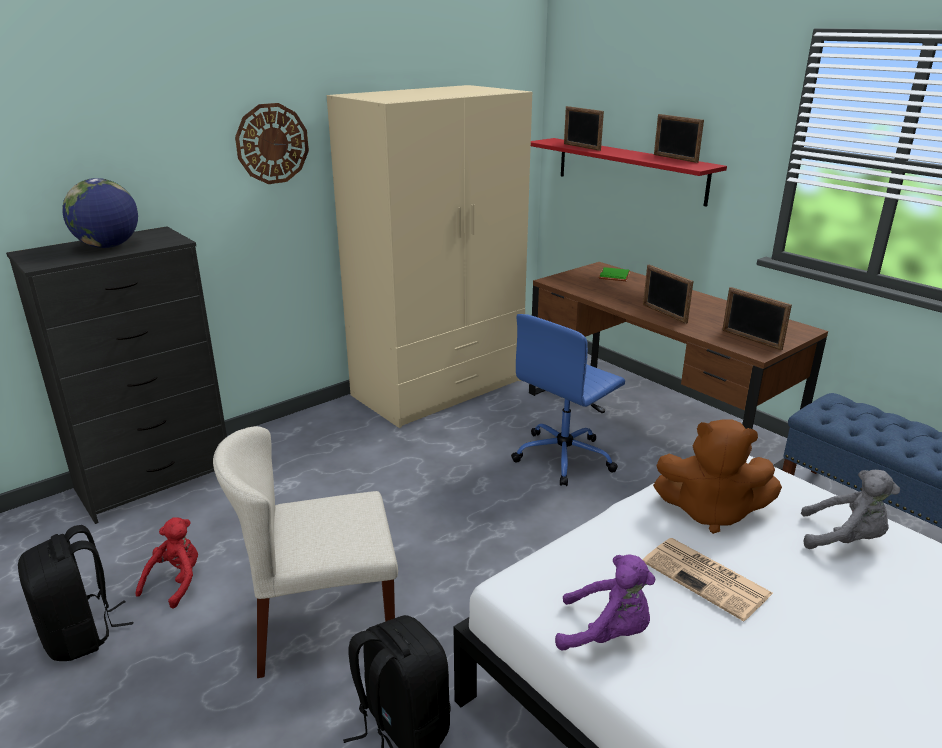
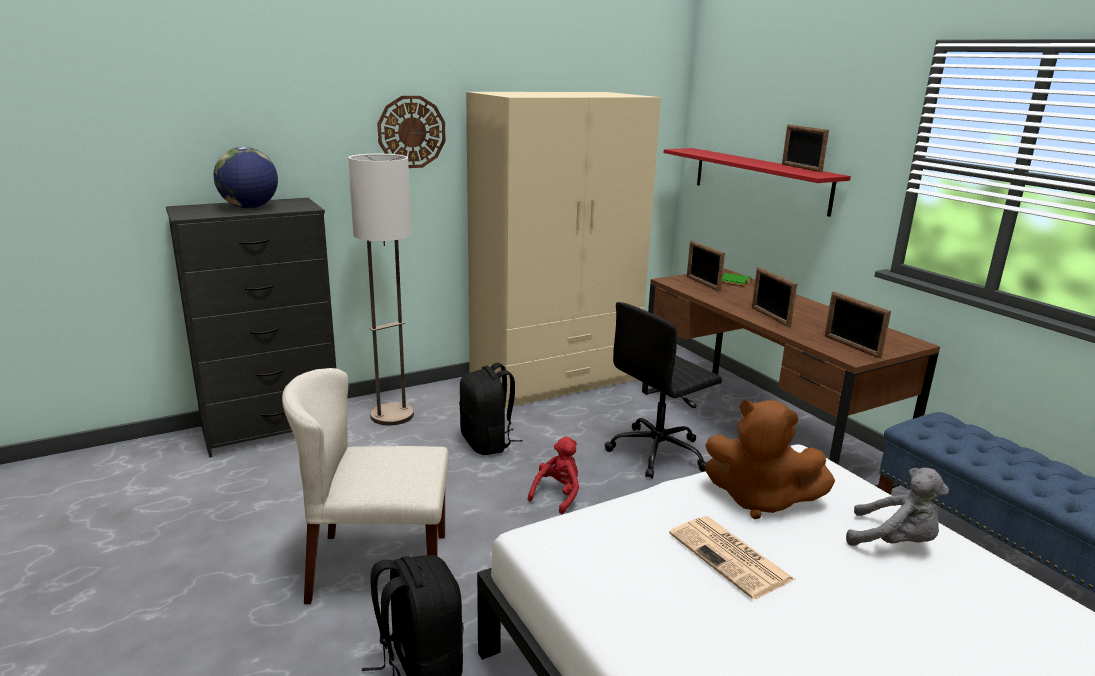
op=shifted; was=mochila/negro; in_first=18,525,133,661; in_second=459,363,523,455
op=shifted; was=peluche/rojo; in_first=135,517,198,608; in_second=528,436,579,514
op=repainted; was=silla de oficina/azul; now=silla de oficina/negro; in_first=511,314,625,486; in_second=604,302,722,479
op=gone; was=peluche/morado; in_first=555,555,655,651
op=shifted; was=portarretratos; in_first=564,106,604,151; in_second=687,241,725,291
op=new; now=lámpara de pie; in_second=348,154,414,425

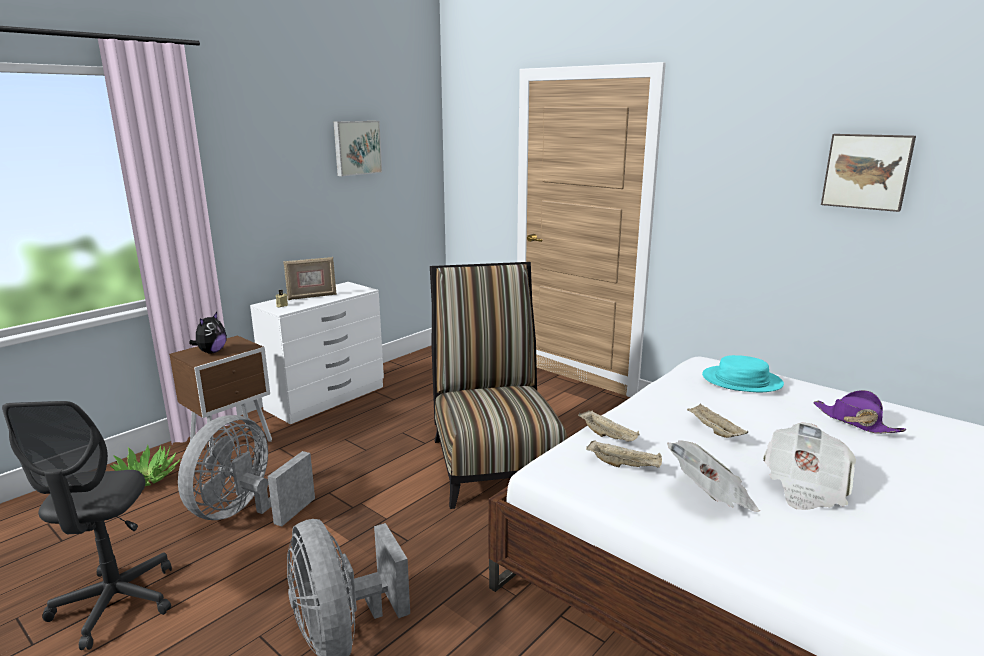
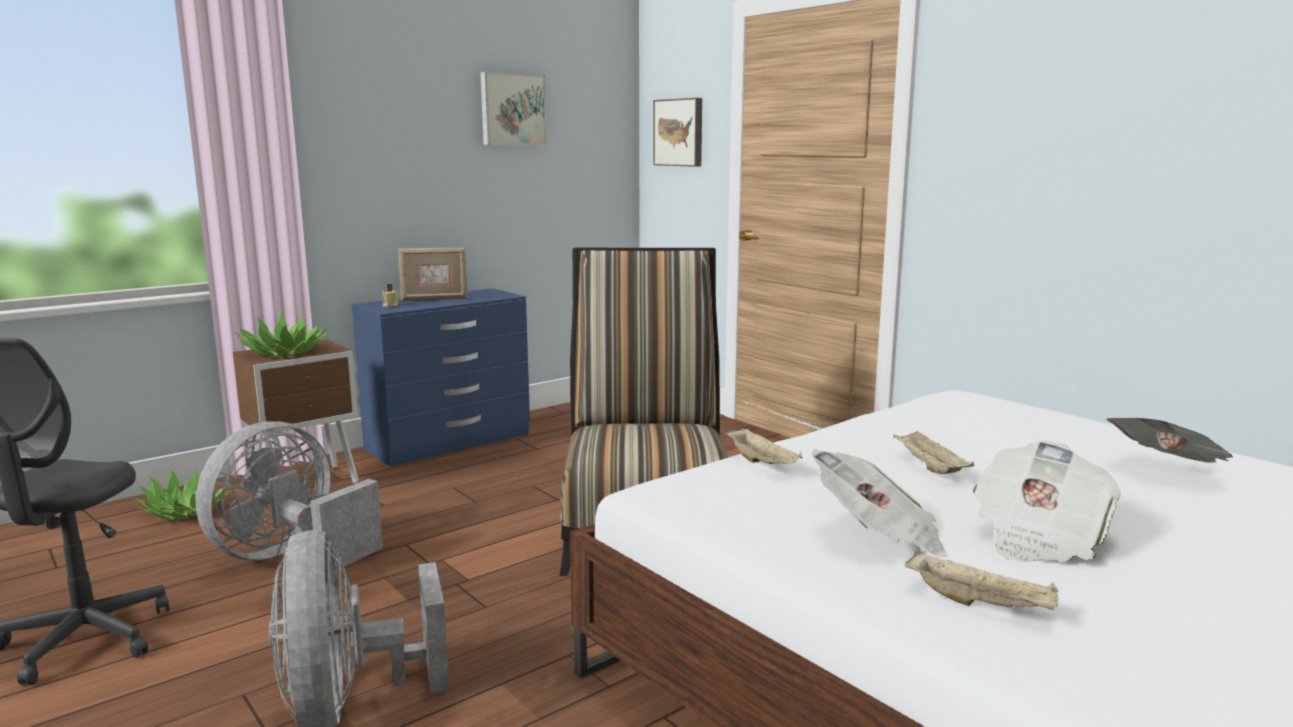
op=swapped; was=peluche; now=planta en maceta; in_first=189,312,227,354; in_second=234,313,328,356
op=repainted; was=cómoda/blanco; now=cómoda/azul; in_first=250,282,384,424; in_second=352,288,530,467
op=shifted; was=bandeja/beis; in_first=586,440,662,468; in_second=904,551,1059,610
op=gone; was=sombrero/turquesa; in_first=702,355,784,392
op=swapped; was=sombrero/morado; now=periódico; in_first=814,390,906,434; in_second=1106,418,1232,462
op=shifted; was=cuadro; in_first=821,134,916,212; in_second=653,98,702,167

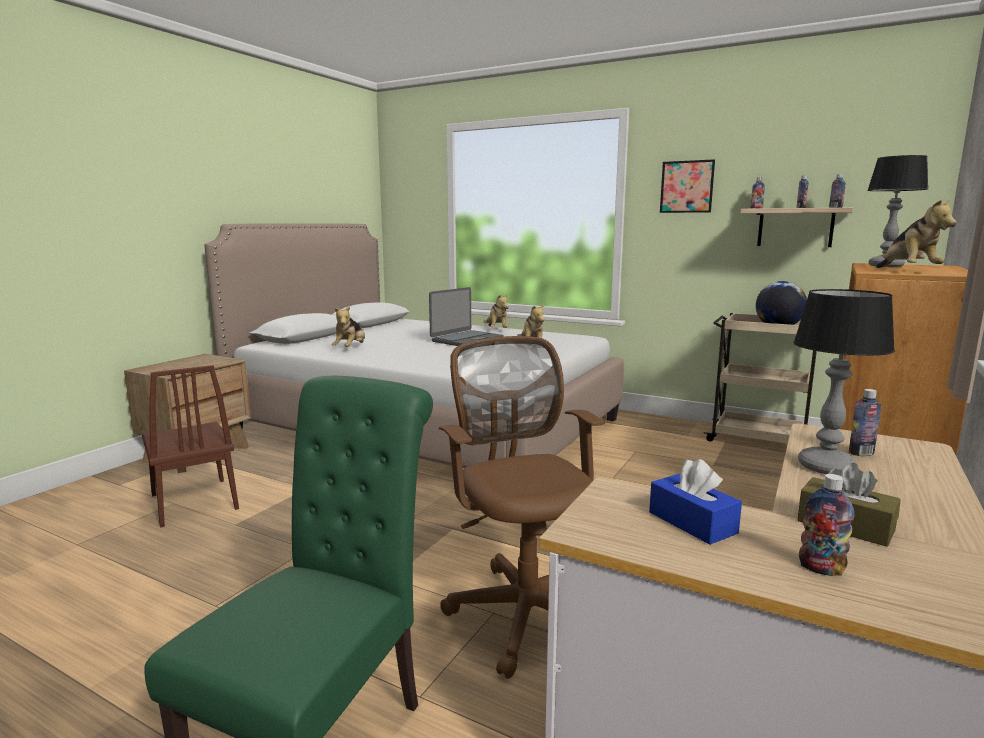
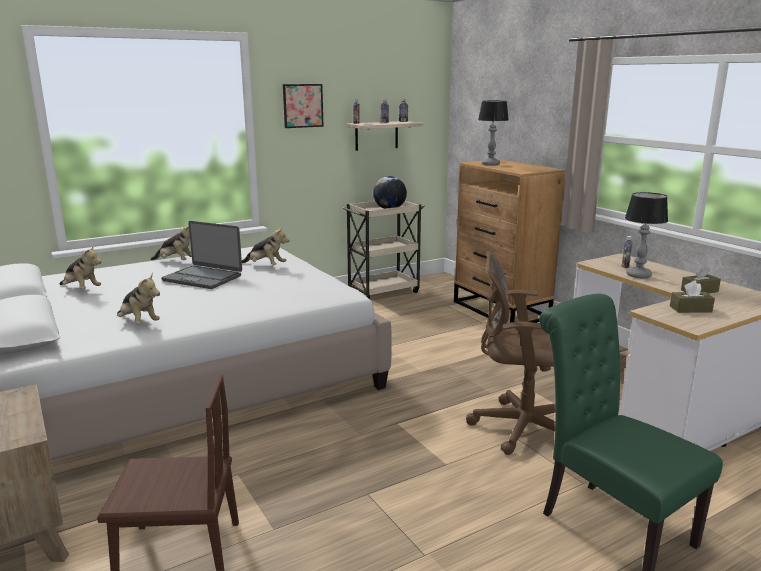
op=rotated; was=portátil; in_first=429,287,504,346; in_second=161,221,242,289; clockwise=135
op=repainted; was=caja de pañuelos/azul; now=caja de pañuelos/marrón; in_first=649,459,742,545; in_second=670,281,715,313
op=gone; was=botella; in_first=799,474,854,576
op=shifted; was=peluche; in_first=876,198,957,268; in_second=60,245,101,289

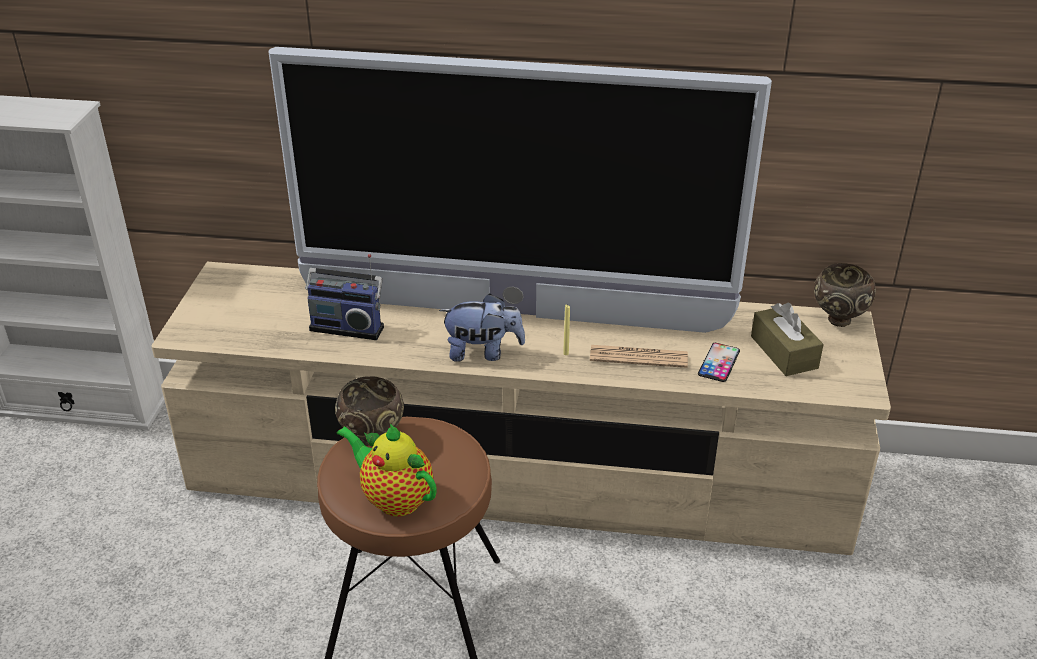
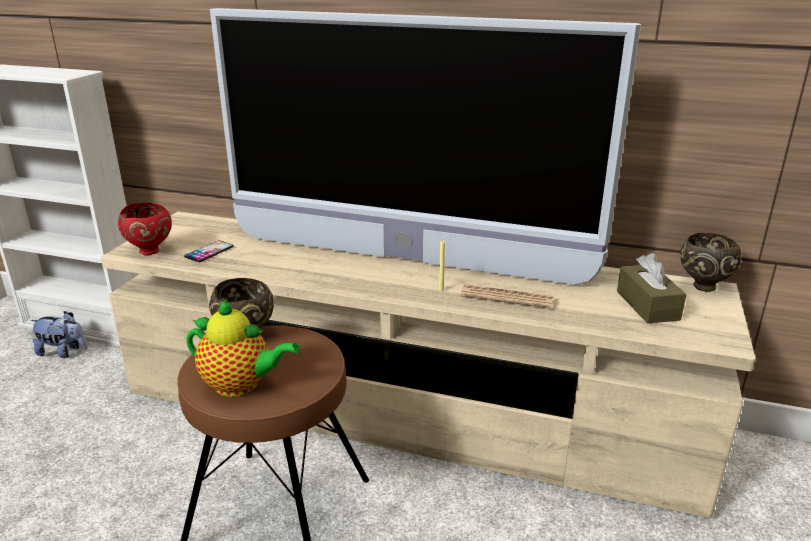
op=gone; was=radio; in_first=305,254,384,340
op=rotated; was=tetera; in_first=336,423,437,517; in_second=186,299,300,397; clockwise=150
op=shifted; was=peluche; in_first=439,294,525,362; in_second=30,312,87,358
op=shifted; was=móvil; in_first=698,343,740,382; in_second=184,240,234,262
op=new; now=cuenco/rojo; in_second=118,203,172,255

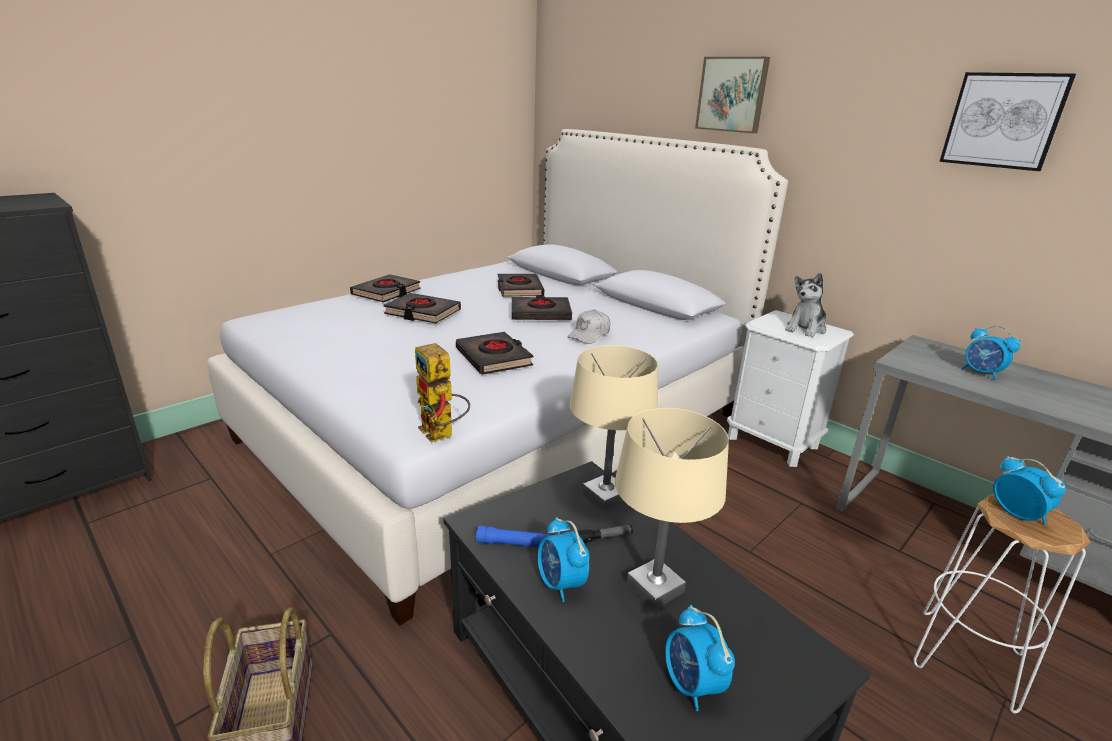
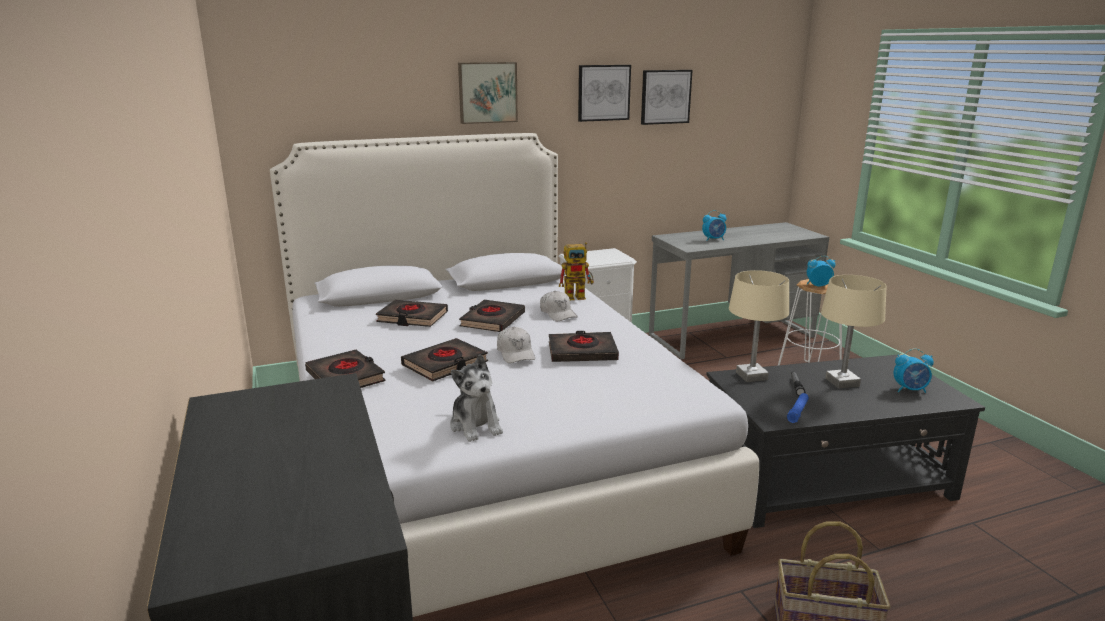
op=shifted; was=robot de juguete; in_first=415,343,470,443; in_second=559,242,594,300
op=gone; was=despertador; in_first=537,517,590,602
op=shifted; was=peluche; in_first=786,273,826,337; in_second=450,354,503,442
op=new; now=gorra/blanco; in_second=497,327,535,363
op=new; now=cuadro; in_second=578,65,631,122

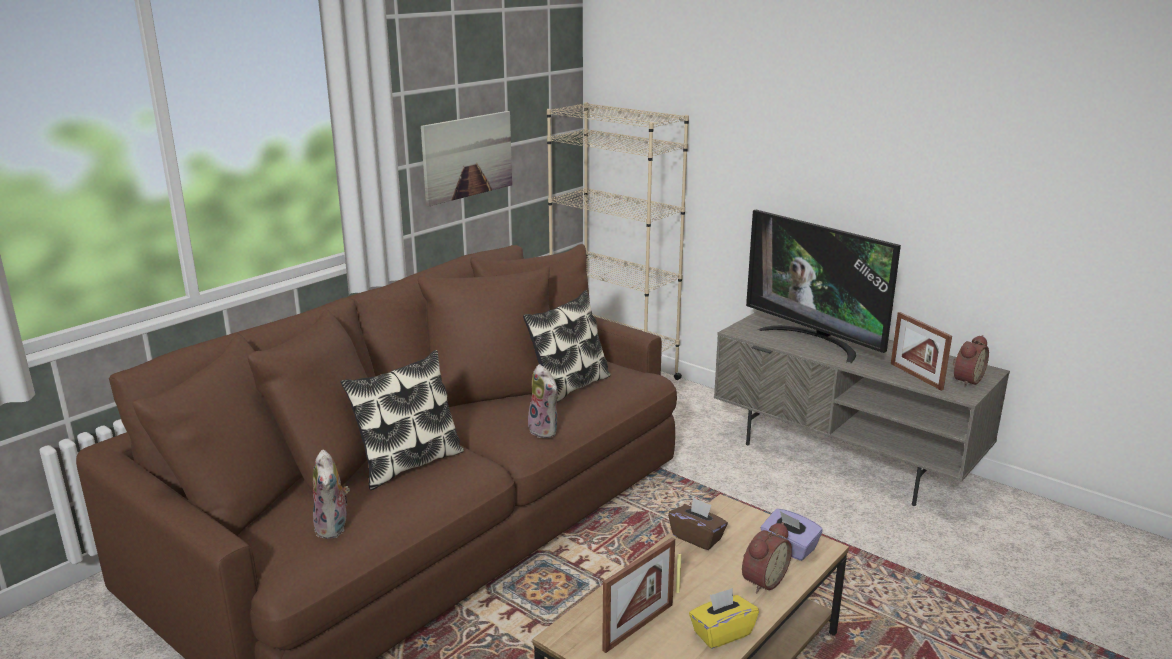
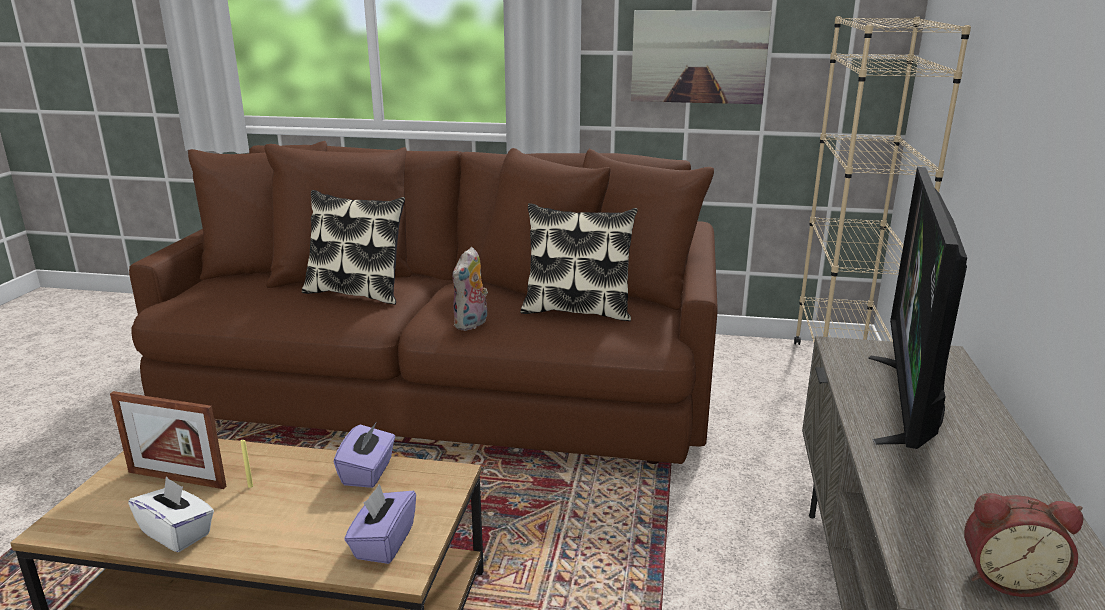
op=gone; was=peluche; in_first=313,450,350,539
op=repainted; was=caja de pañuelos/marrón; now=caja de pañuelos/morado; in_first=668,497,728,550; in_second=334,423,395,488
op=repainted; was=caja de pañuelos/amarillo; now=caja de pañuelos/blanco; in_first=689,588,759,649; in_second=128,476,214,552
op=gone; was=despertador; in_first=742,522,792,594
op=gone; was=portarretratos; in_first=891,312,952,391

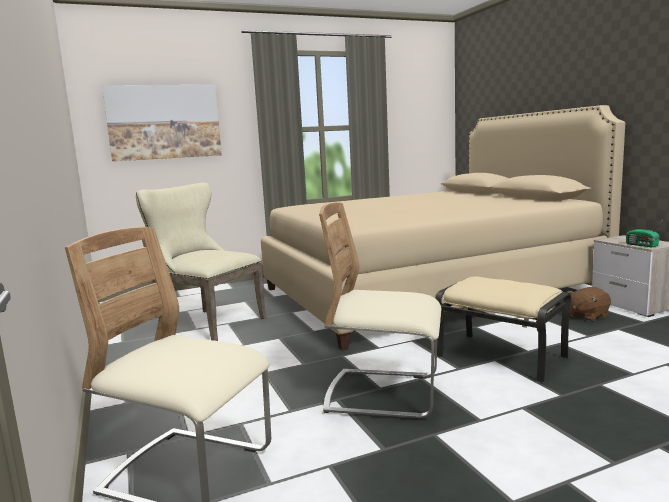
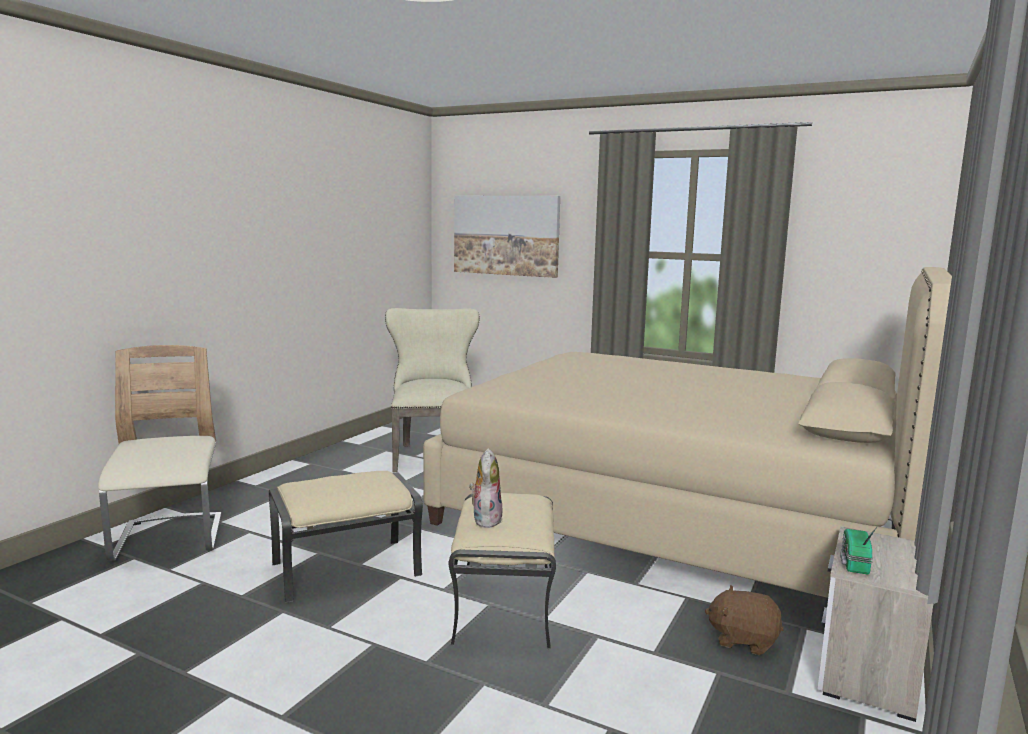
op=swapped; was=silla/beis; now=puf/beis; in_first=319,203,441,420; in_second=269,471,423,603
op=new; now=peluche; in_second=469,448,503,528

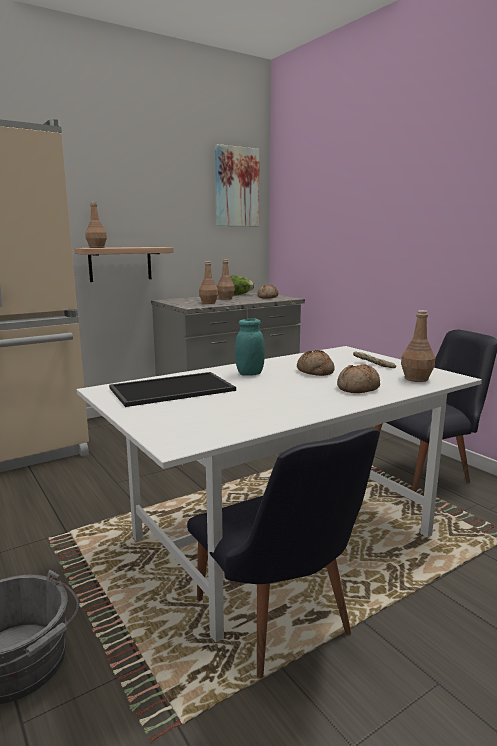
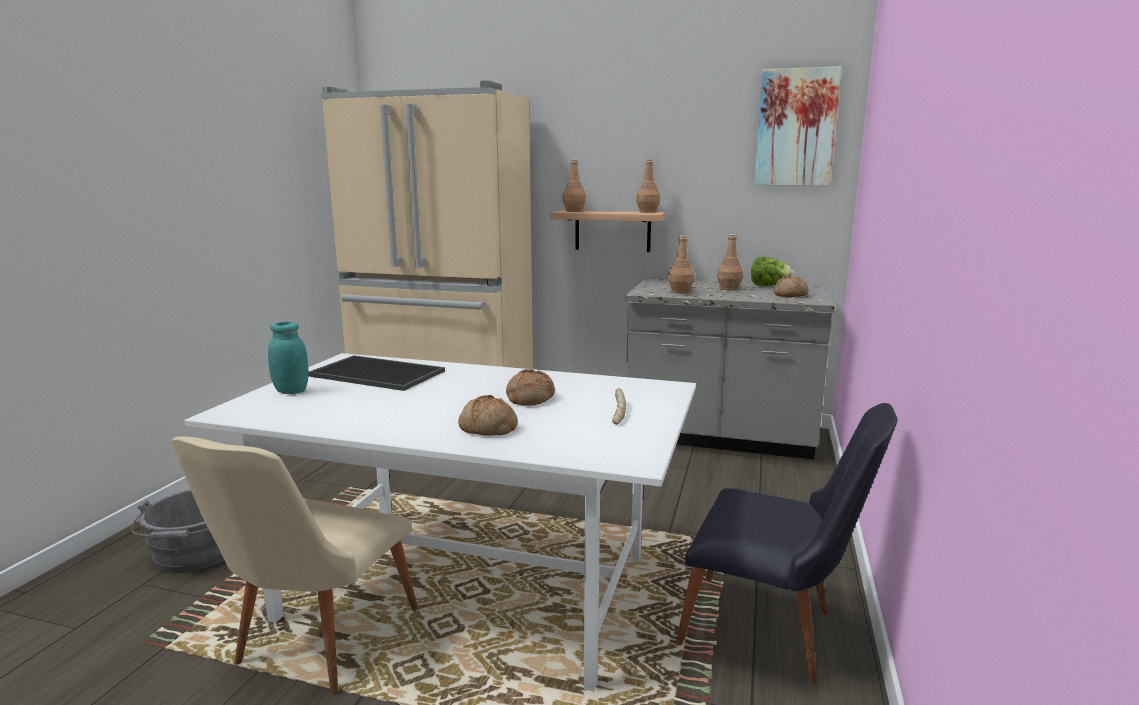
op=repainted; was=silla/negro; now=silla/beis; in_first=187,428,380,680; in_second=171,436,418,695
op=shifted; was=tarro/turquesa; in_first=235,318,265,376; in_second=268,322,309,394
op=shifted; was=botella/marrón; in_first=401,310,435,382; in_second=636,159,660,213

